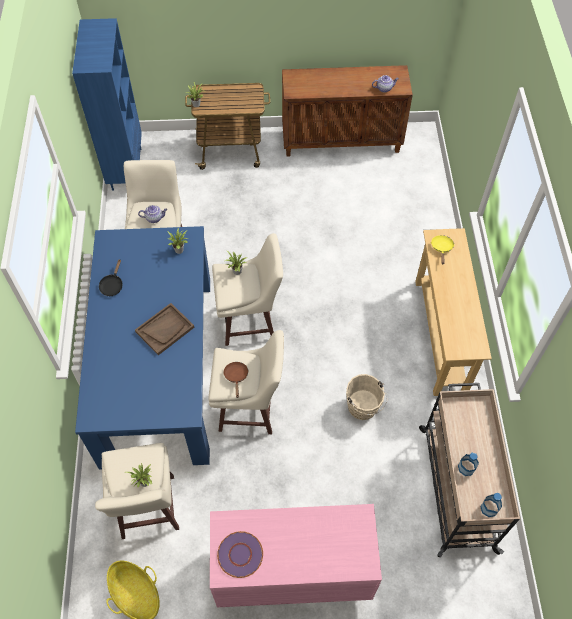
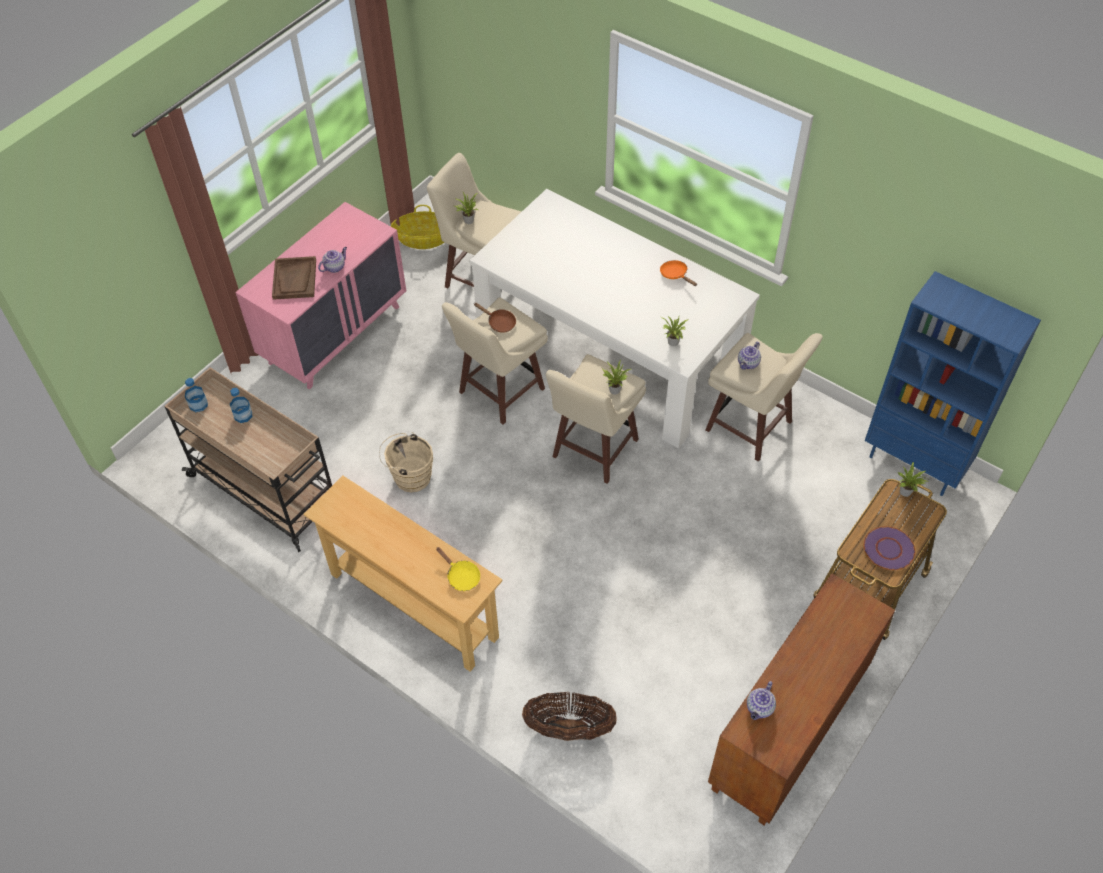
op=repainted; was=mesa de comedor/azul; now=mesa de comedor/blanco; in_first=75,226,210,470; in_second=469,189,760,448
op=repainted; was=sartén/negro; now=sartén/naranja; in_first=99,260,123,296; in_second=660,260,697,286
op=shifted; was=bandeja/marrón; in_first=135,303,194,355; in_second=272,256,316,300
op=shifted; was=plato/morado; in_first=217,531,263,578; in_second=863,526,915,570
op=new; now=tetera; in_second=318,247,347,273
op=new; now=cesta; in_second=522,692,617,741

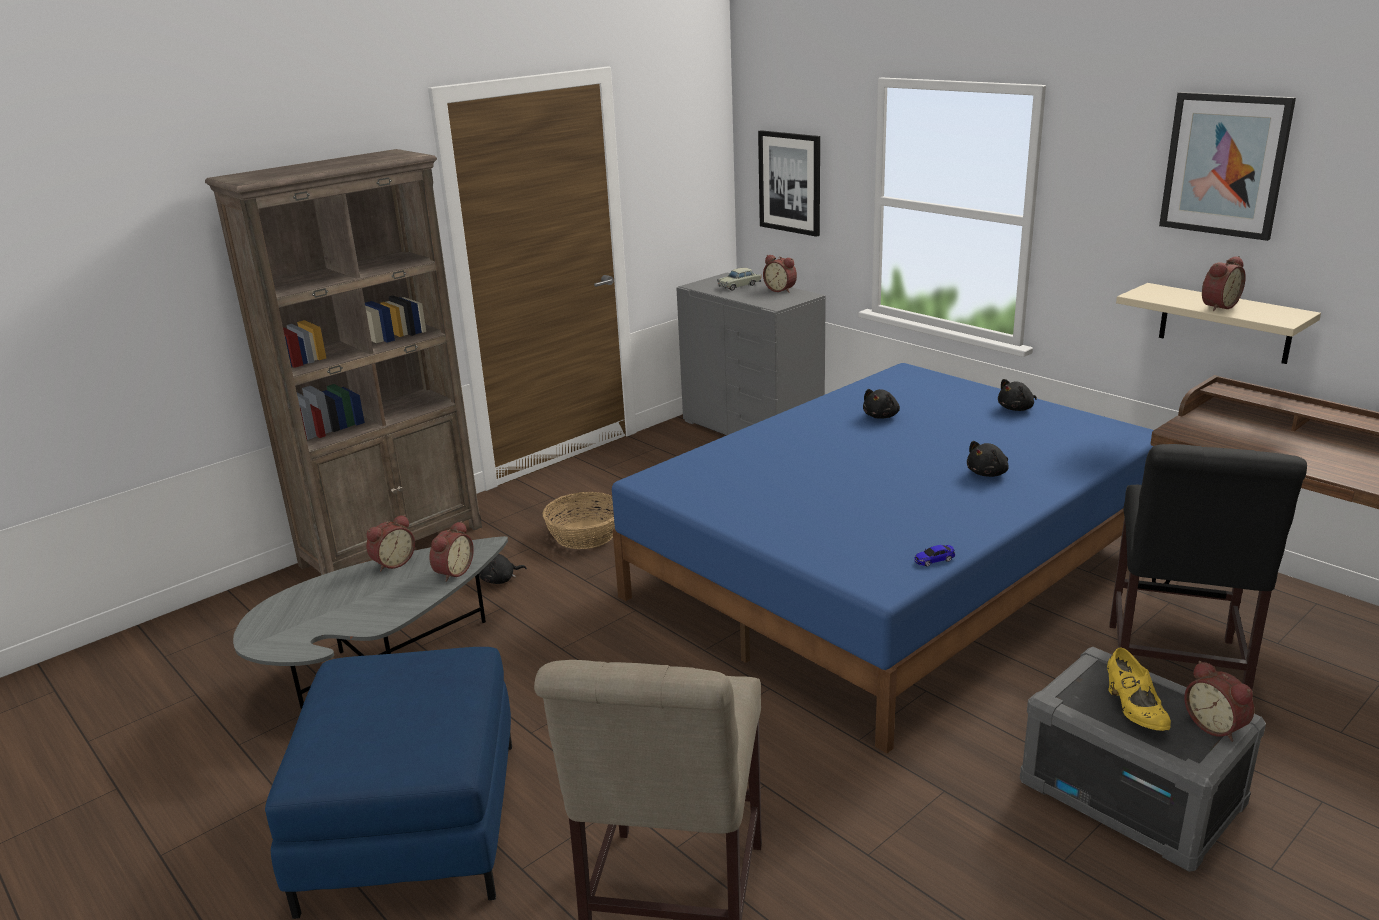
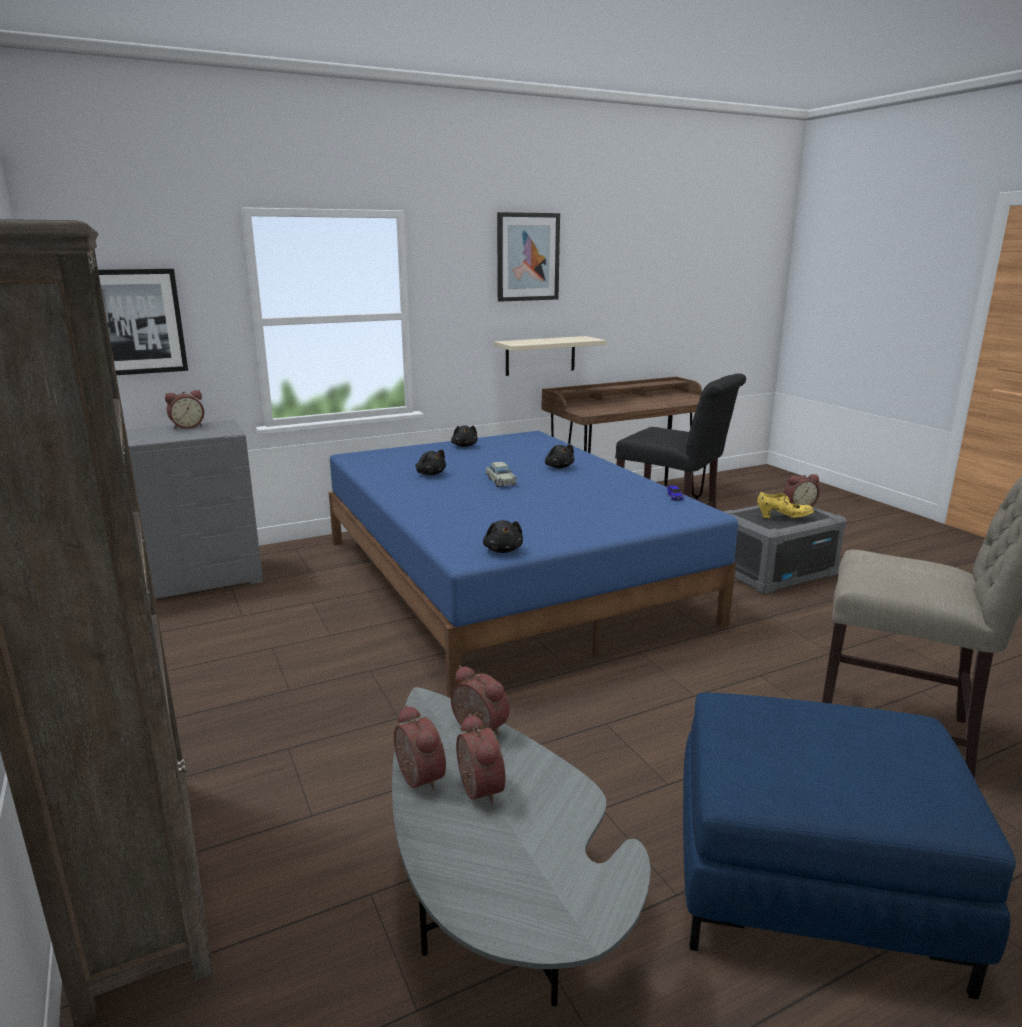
op=shifted; was=peluche/negro; in_first=479,554,527,584; in_second=483,520,523,553
op=gone; was=cesta; in_first=543,492,615,549
op=shifted; was=coche de juguete/beis; in_first=717,268,761,291; in_second=486,462,517,487
op=shifted; was=despertador; in_first=1202,256,1246,311; in_second=456,714,506,805

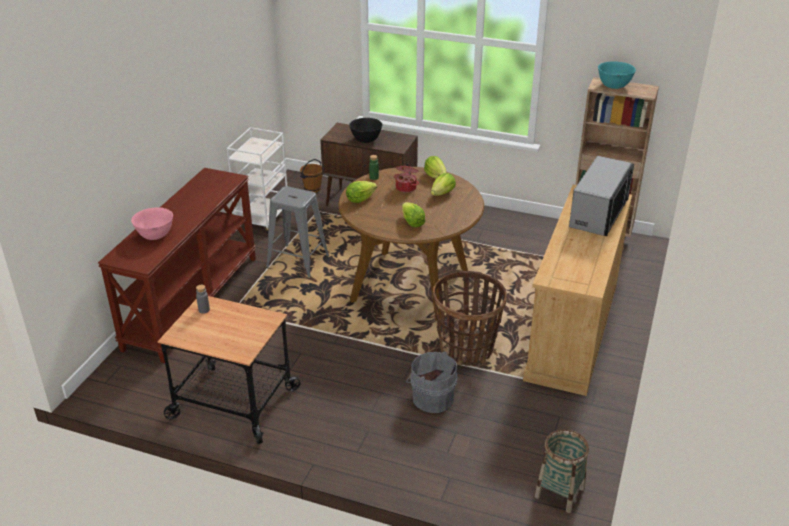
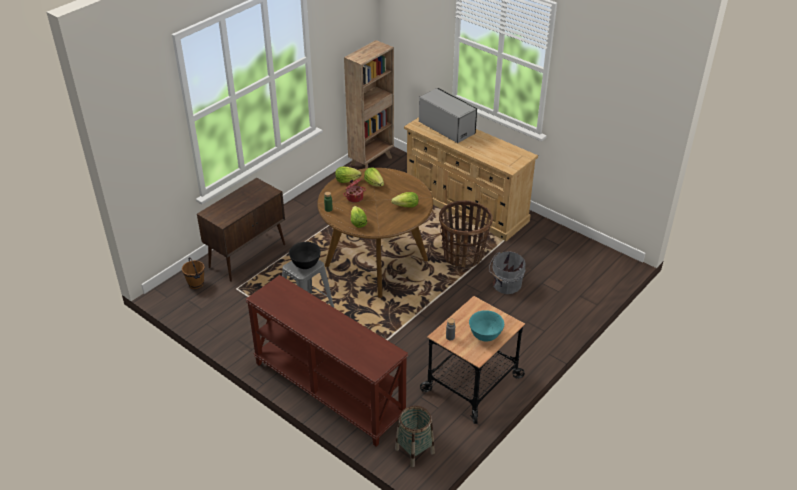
op=gone; was=cuenco/rosa; in_first=131,208,173,240
op=gone; was=carrito/blanco; in_first=227,127,287,234
op=shifted; was=cuenco/negro; in_first=349,118,383,143; in_second=289,242,321,269
op=shifted; was=cesta; in_first=535,429,589,513; in_second=395,406,435,467
op=shifted; was=cuenco/turquesa; in_first=598,61,636,89; in_second=469,310,504,342

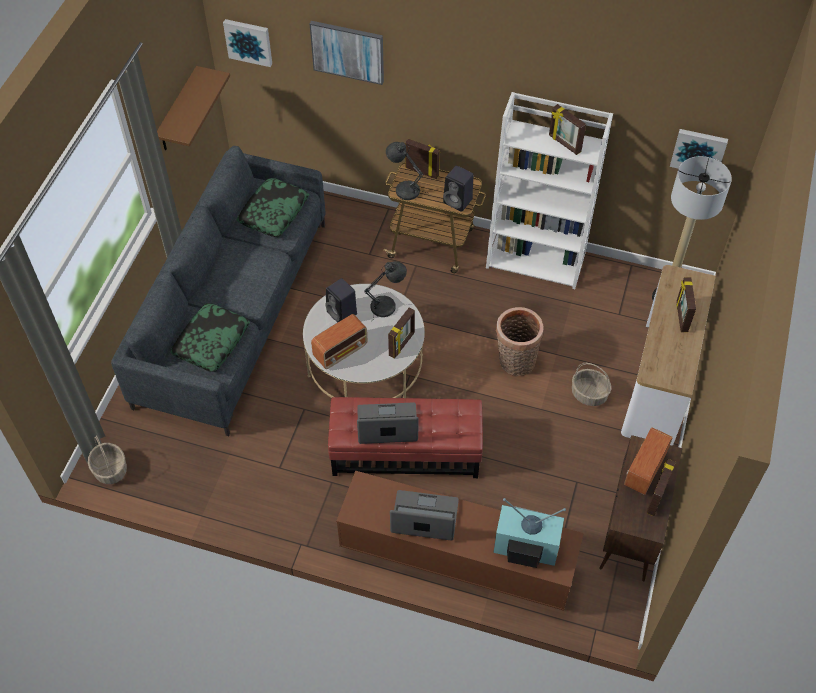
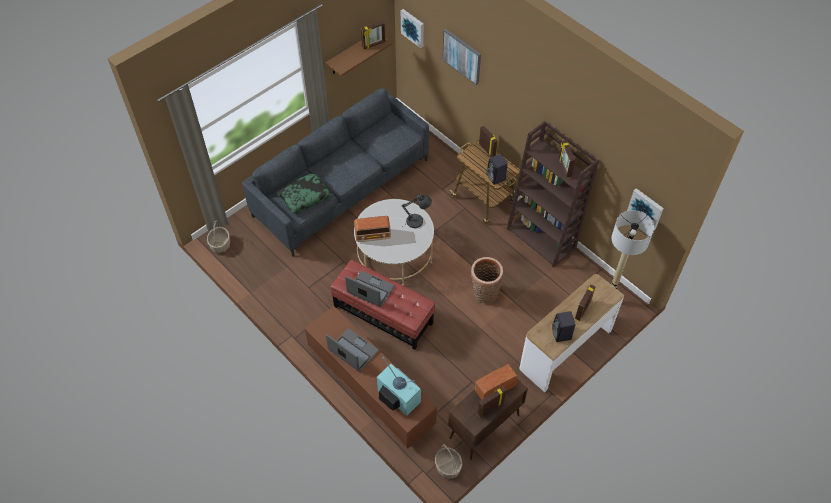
op=gone; was=cojín; in_first=237,178,309,237
op=shifted; was=altavoz/negro; in_first=325,278,357,322; in_second=552,311,576,342
op=gone; was=lámpara de mesa/gris; in_first=386,142,427,200
op=shifted; was=portarretratos; in_first=388,308,415,359; in_second=361,21,385,49
op=repainted; was=estantería/blanco; now=estantería/marrón; in_first=486,92,613,289; in_second=507,121,599,268
op=shifted; was=cesta; in_first=572,363,611,406; in_second=435,444,462,479

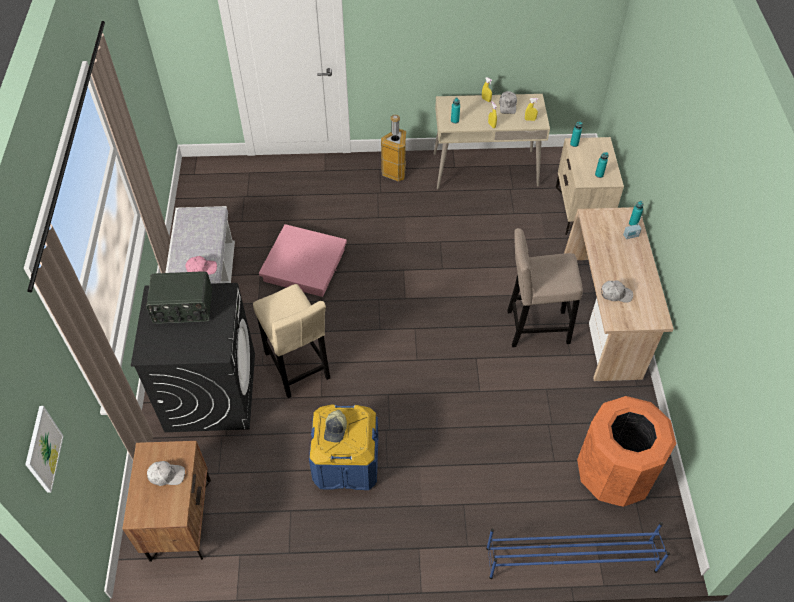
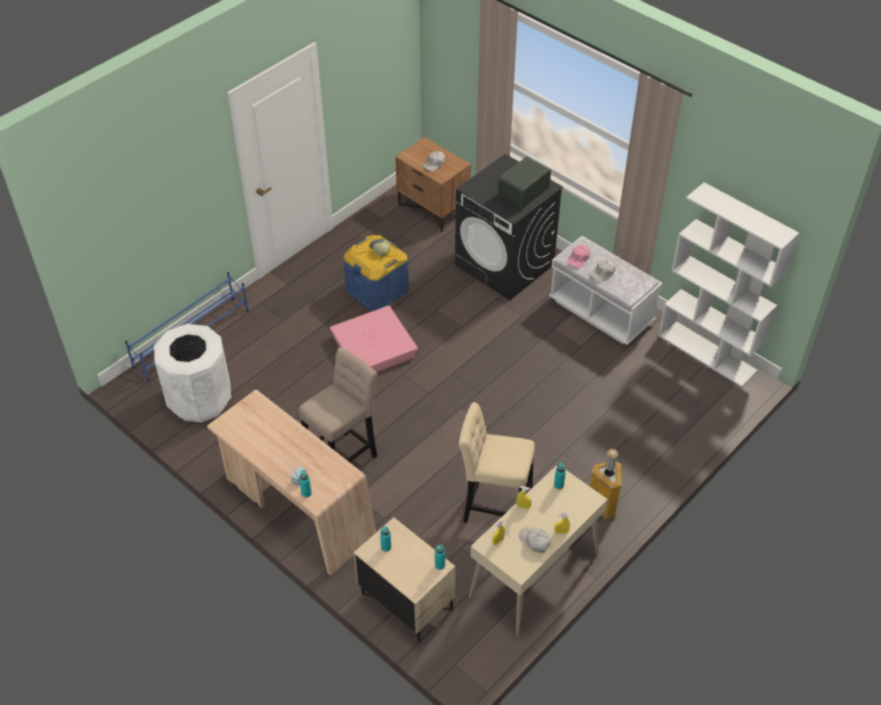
op=gone; was=cuadro; in_first=25,406,63,493
op=shifted; was=taburete/beis; in_first=253,284,330,398; in_second=459,402,535,523
op=shifted; was=caja de almacenaje/rosa; in_first=259,224,347,297; in_second=330,306,418,372
op=repainted; was=papelera/naranja; now=papelera/blanco; in_first=577,396,676,507; in_second=154,324,231,423
op=shifted; was=gorra/blanco; in_first=601,280,633,303; in_second=590,260,615,282
op=new; now=estantería/blanco; in_second=658,182,799,387

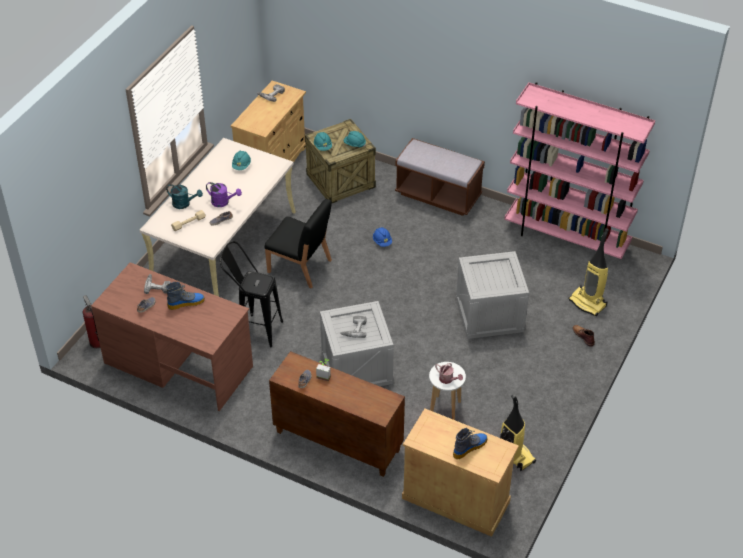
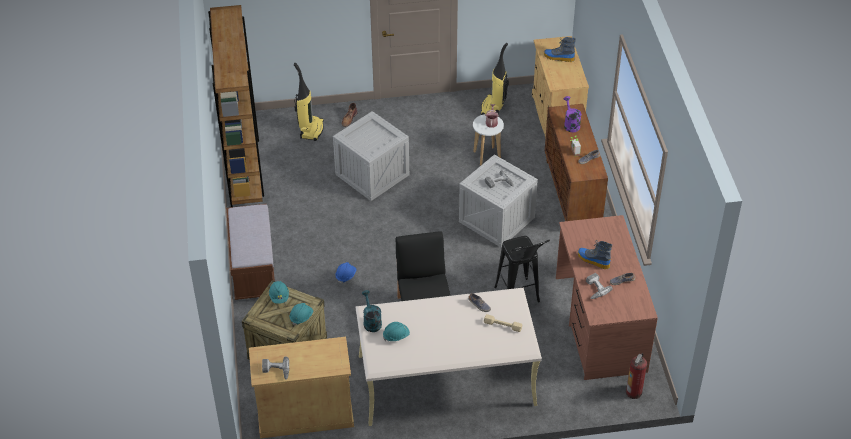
op=shifted; was=regadera/turquesa; in_first=166,184,203,209; in_second=362,290,382,332
op=shifted; was=regadera/morado; in_first=206,182,242,207; in_second=564,96,581,132
op=repainted; was=estantería/rosa; now=estantería/marrón; in_first=504,82,655,259; in_second=208,5,264,207

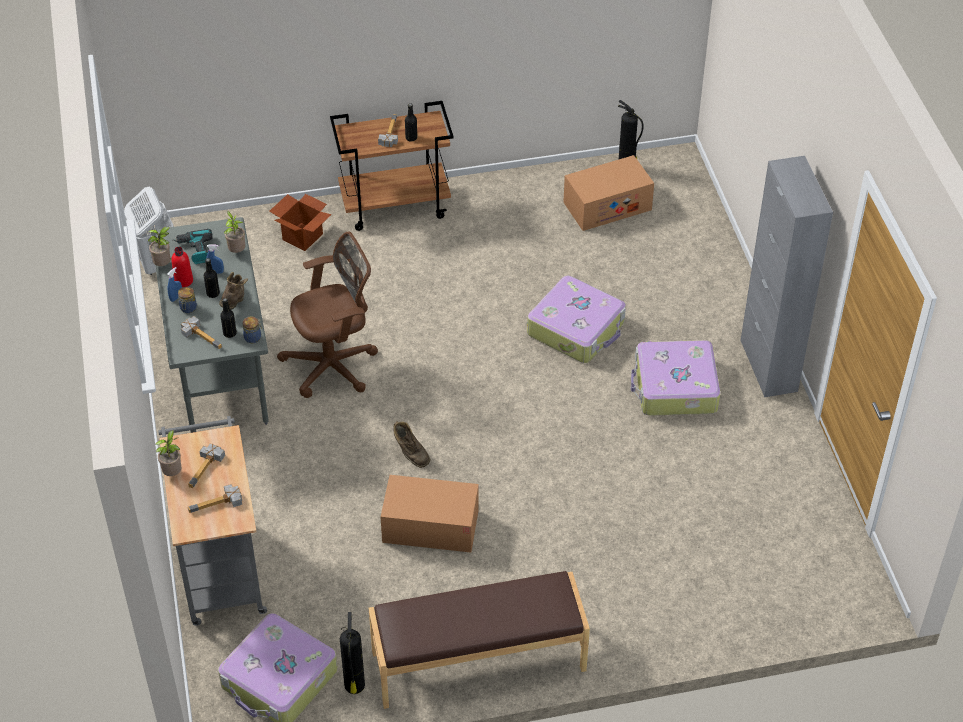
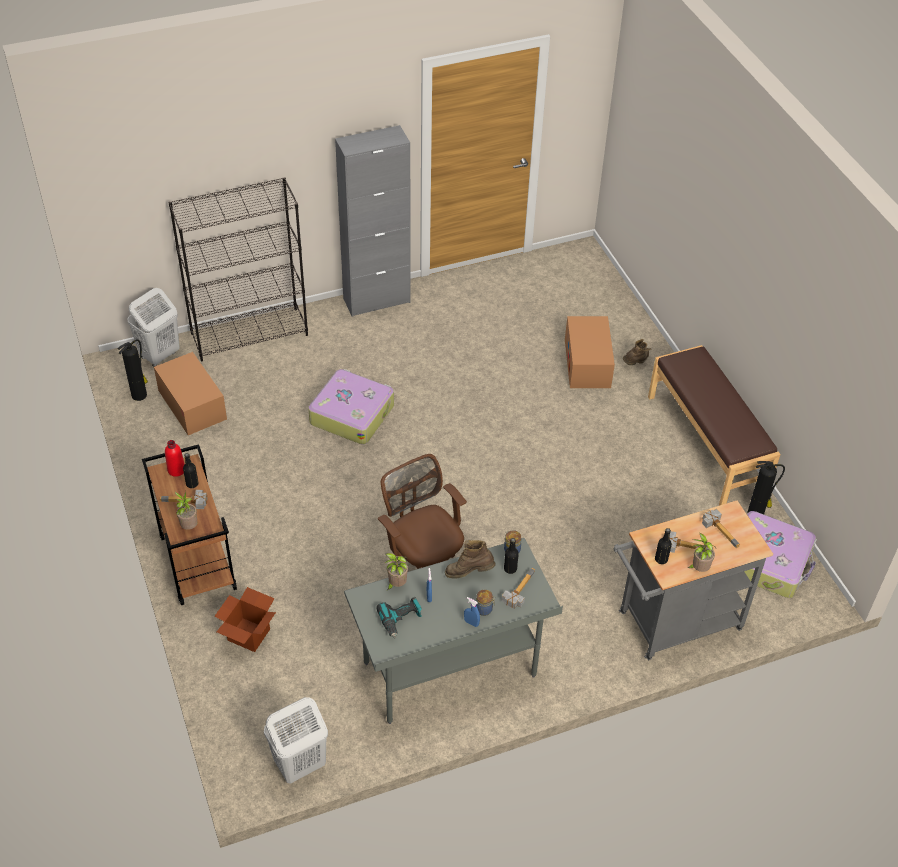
op=shifted; was=planta en maceta; in_first=148,227,171,266; in_second=175,491,197,530
op=shifted; was=botella/rojo; in_first=171,247,193,287; in_second=165,440,185,477
op=shifted; was=botella/negro; in_first=204,258,220,298; in_second=655,528,672,564
op=shifted; was=caja de cartón; in_first=381,475,479,552; in_second=565,316,615,388
op=shifted; was=bota/marrón; in_first=393,421,430,468; in_second=623,339,651,365
op=gone; was=maleta; in_first=631,340,721,416
op=new; now=cesto de la ropa/blanco; in_second=127,288,180,367
op=new; now=estantería/negro; in_second=168,177,308,361

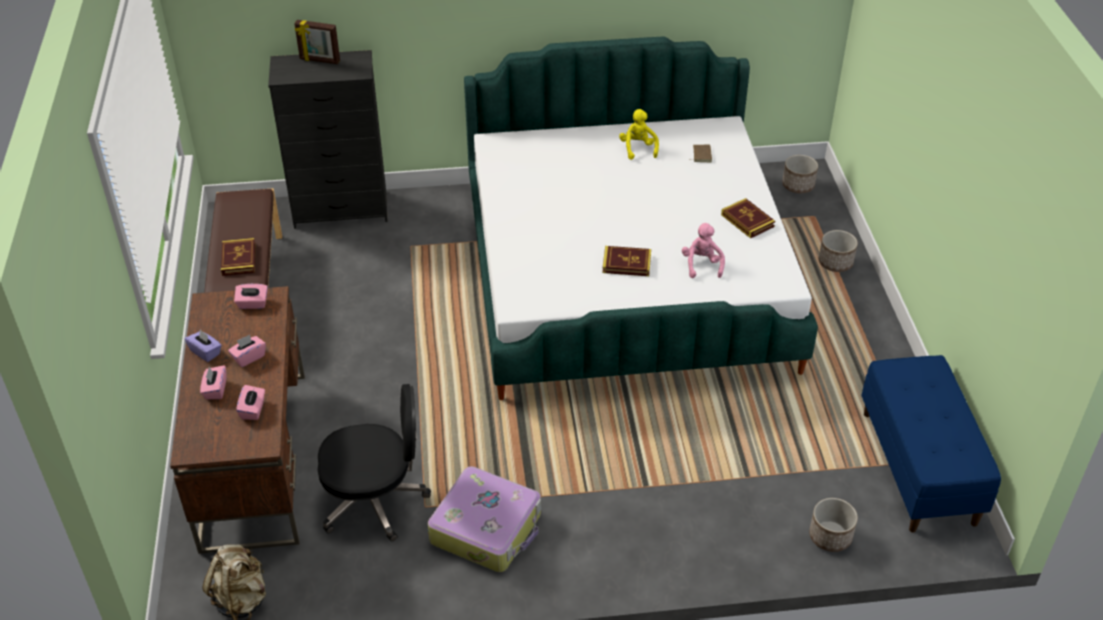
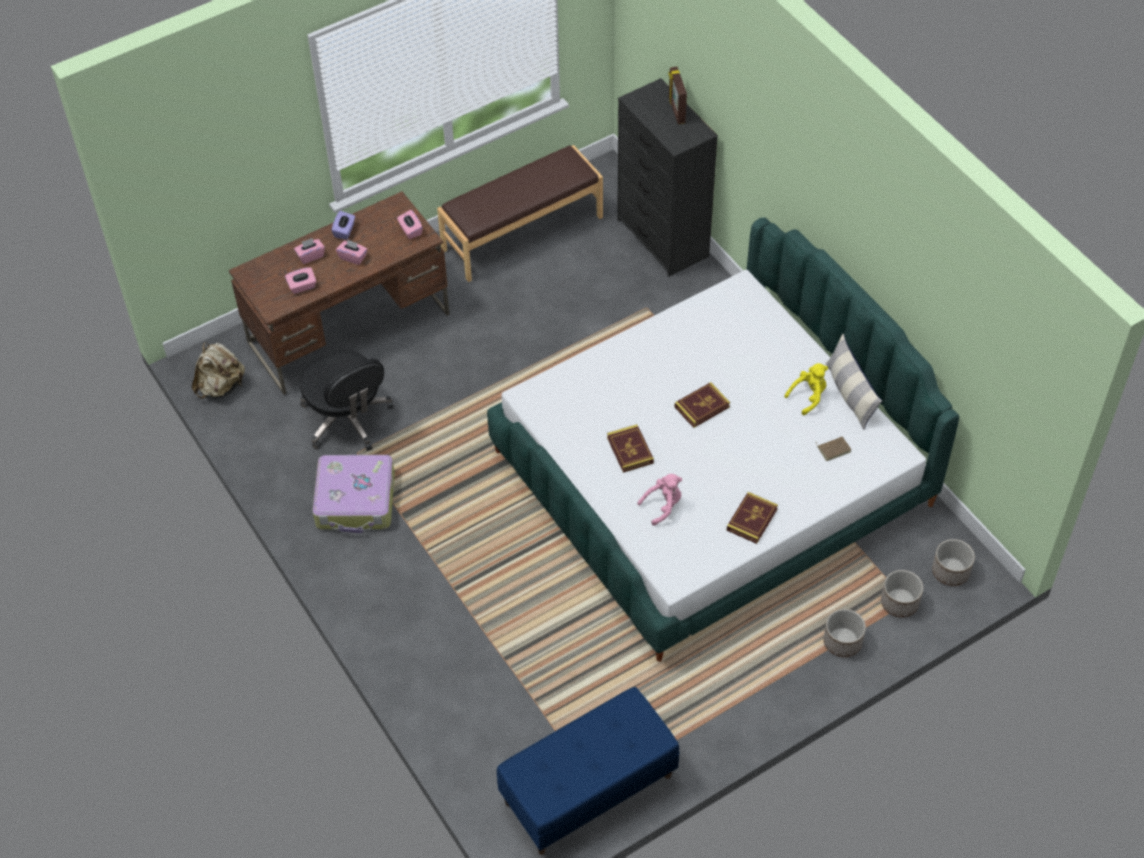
op=shifted; was=libro; in_first=221,238,255,276; in_second=675,382,730,428
op=shifted; was=maceta; in_first=809,498,858,552; in_second=881,570,923,618
op=new; now=cojín; in_second=825,334,882,430

